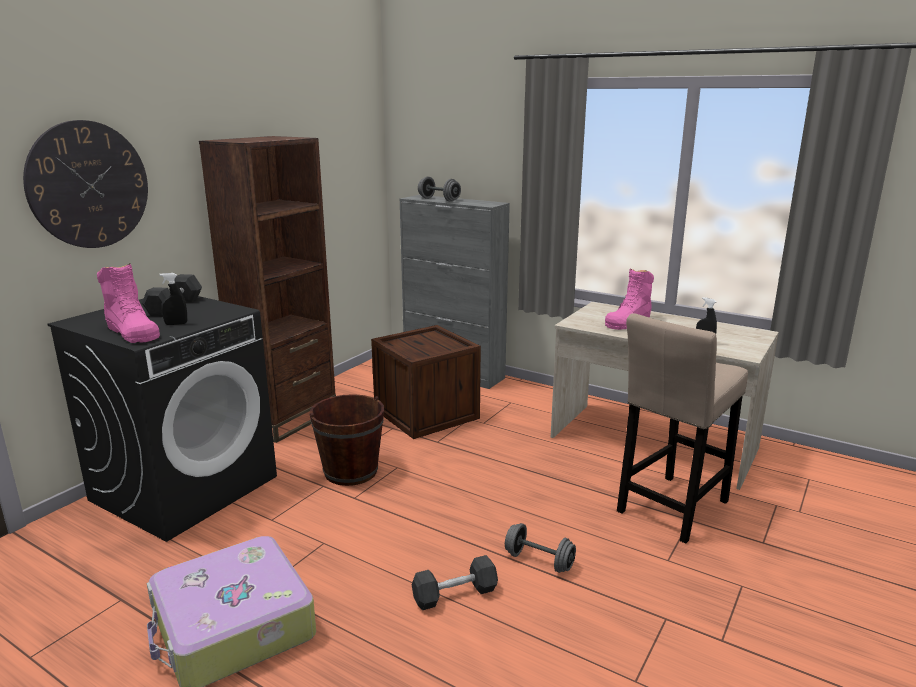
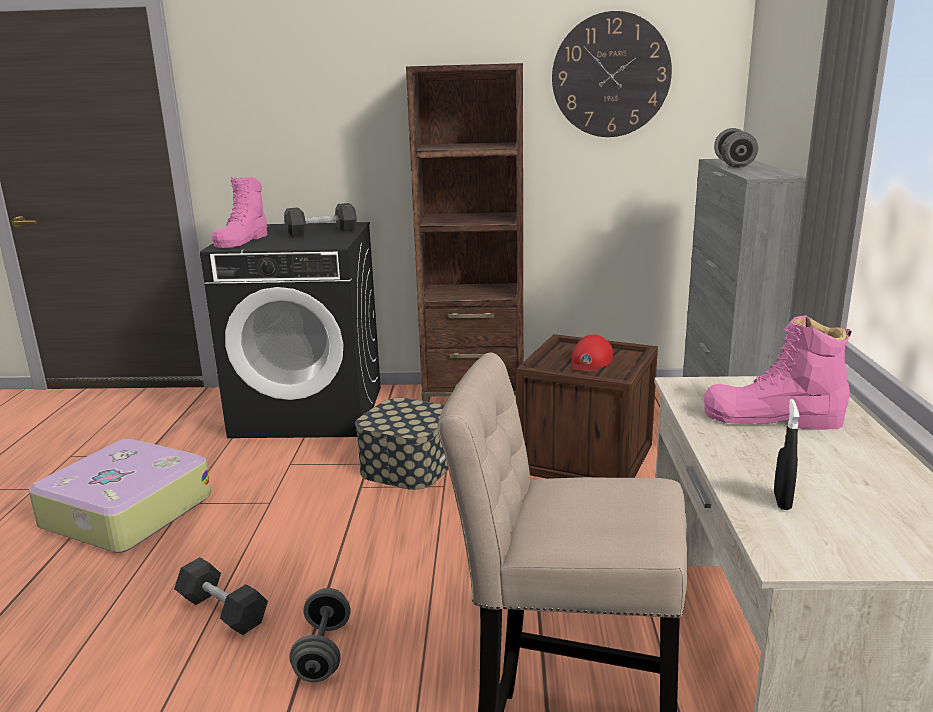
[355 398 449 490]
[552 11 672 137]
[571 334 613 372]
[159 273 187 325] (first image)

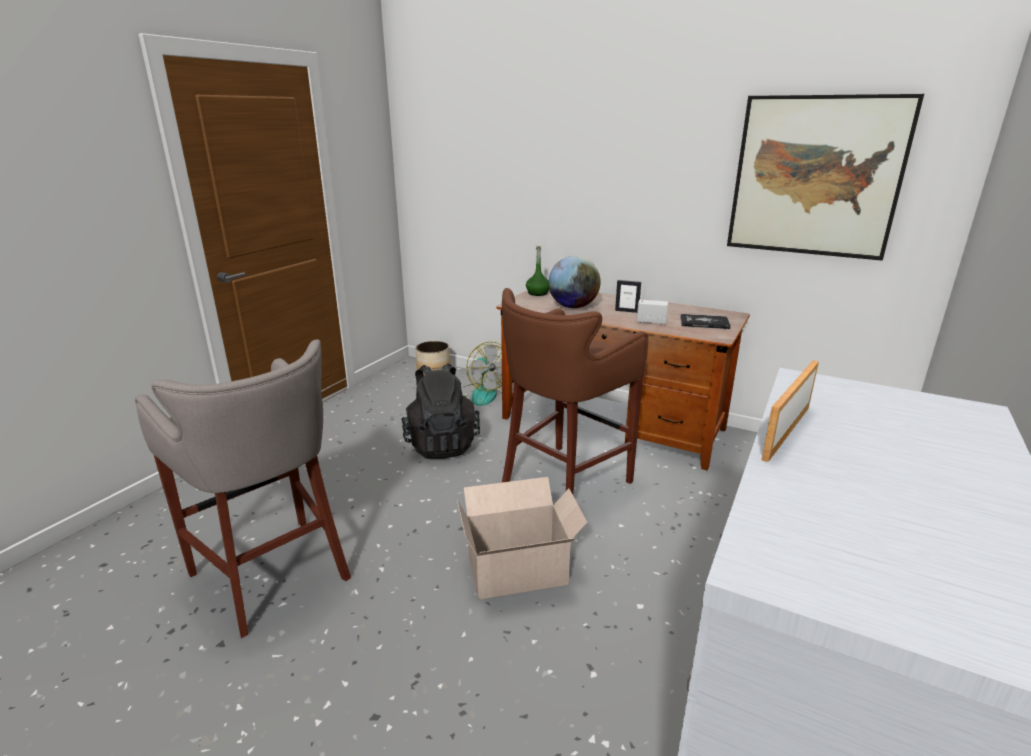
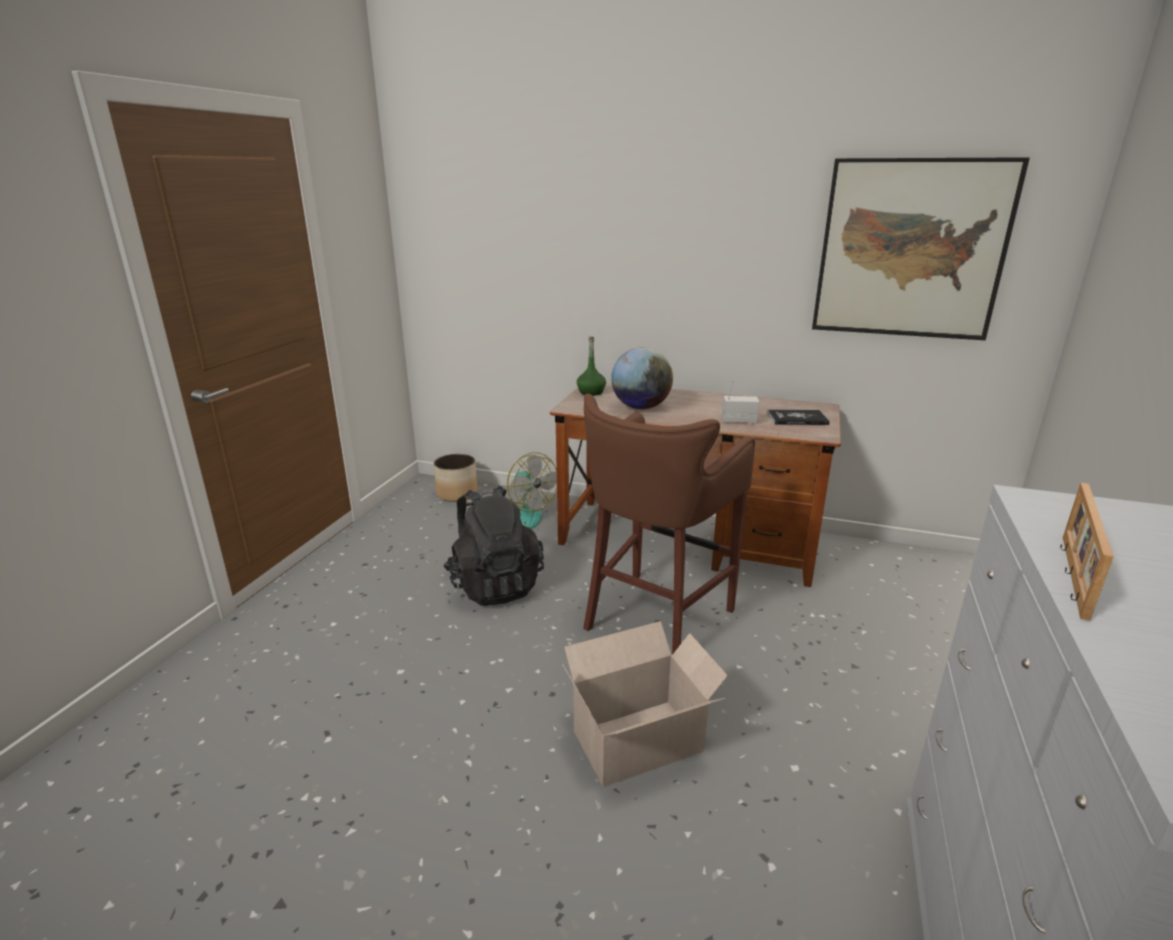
[135 339 351 638] (first image)
[615 280 641 313] (first image)

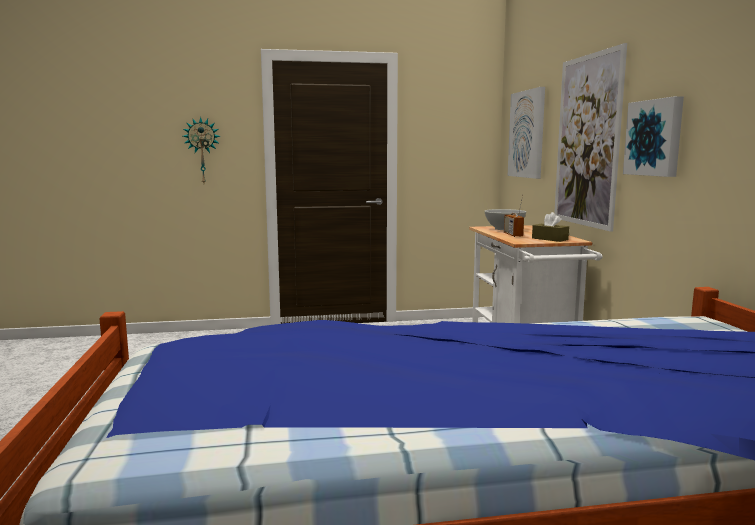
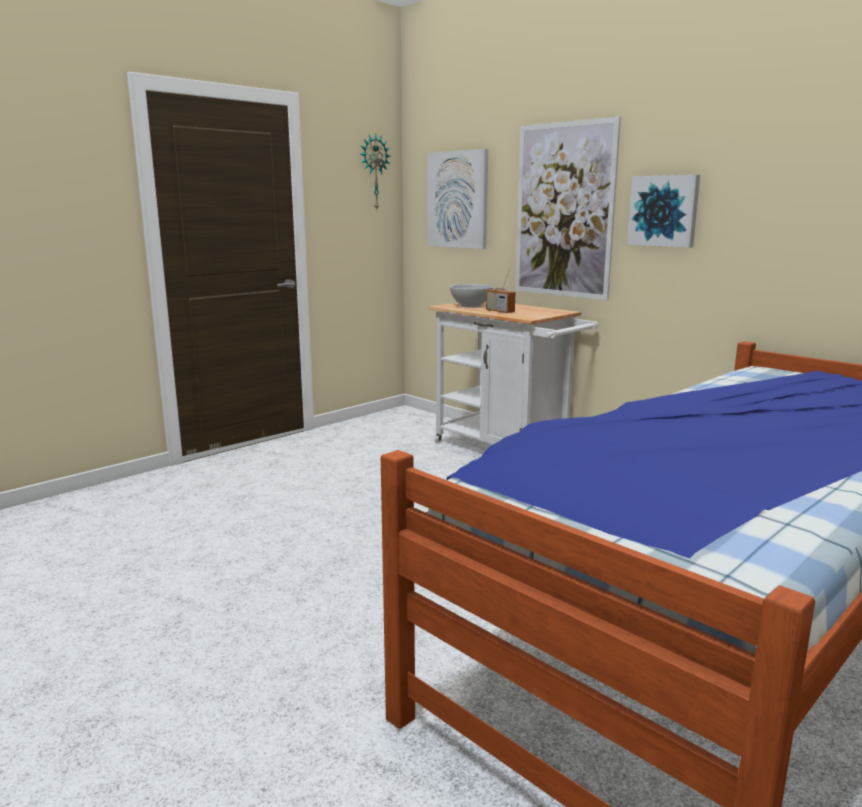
[360 133 391 209]
[532 212 569 242] (first image)

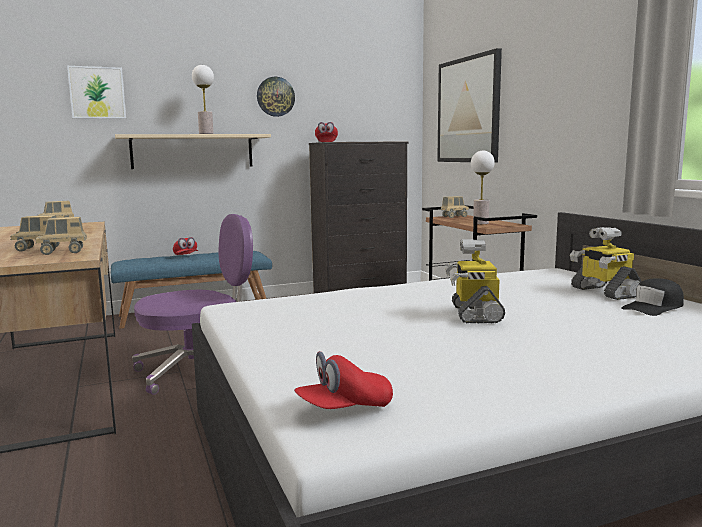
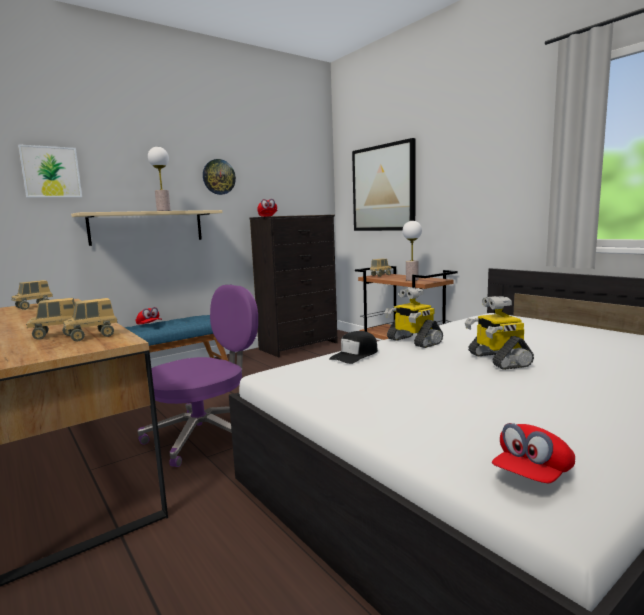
[329 331 378 364]
[384 288 443 348]

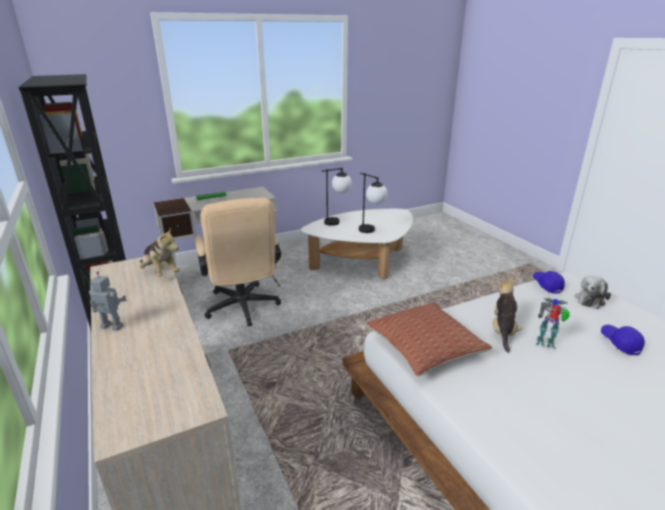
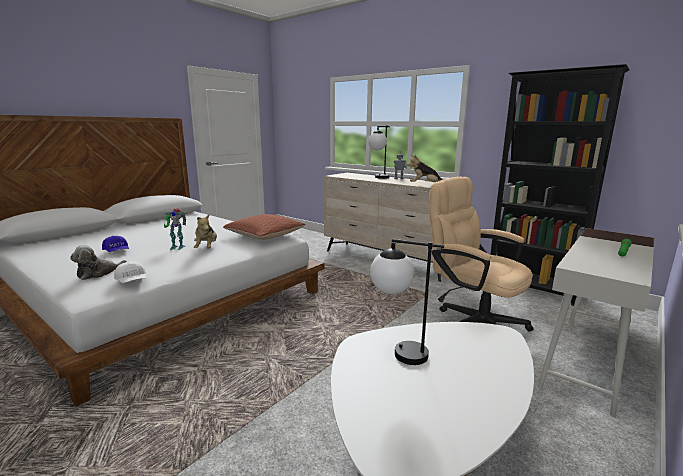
[70 245 127 280]
[114 261 146 283]
[368 126 390 179]

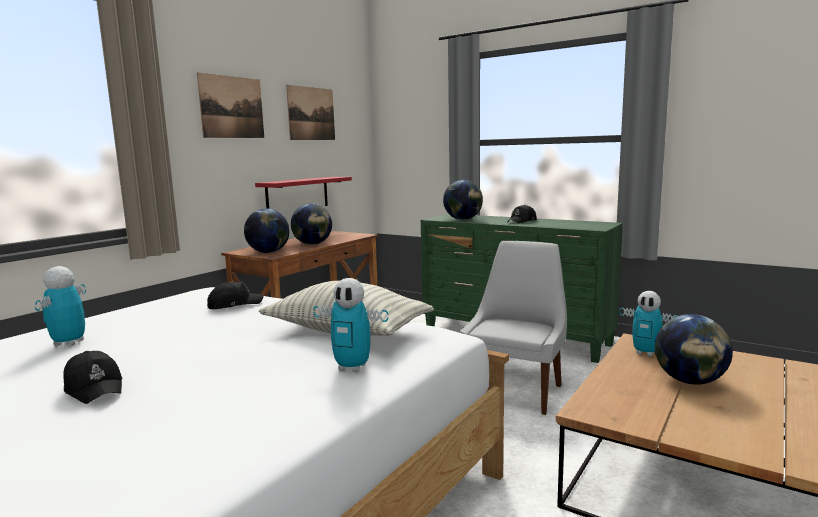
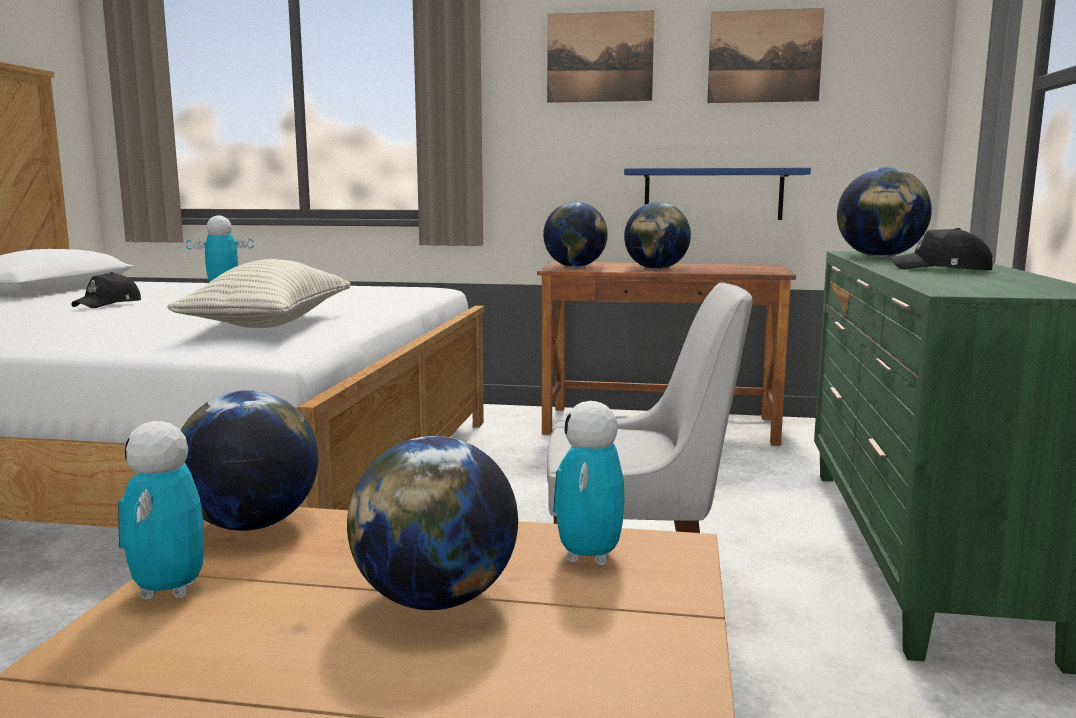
[118 421 204 600]
[181 390 318 531]
[624 168 811 220]
[207 281 264 309] (first image)

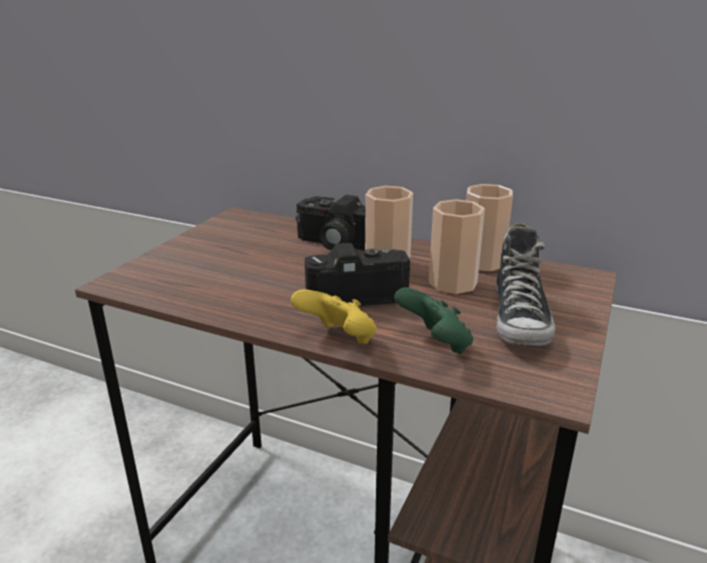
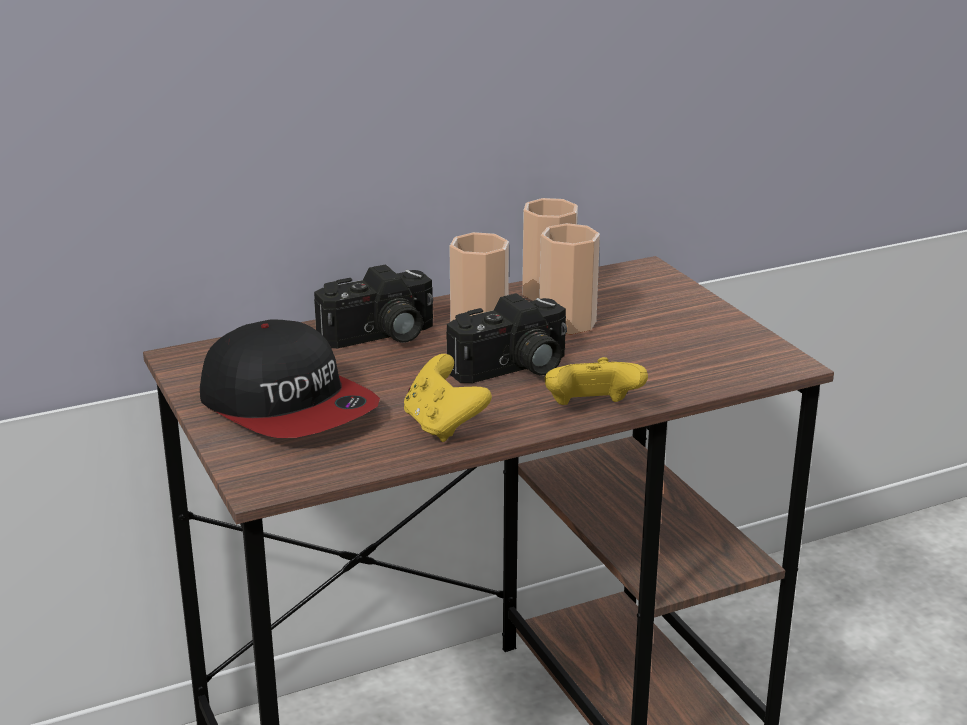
[200 320 380 438]
[404 354 492 442]
[446 293 567 383]
[394 288 473 354] (first image)
[496 222 555 347] (first image)

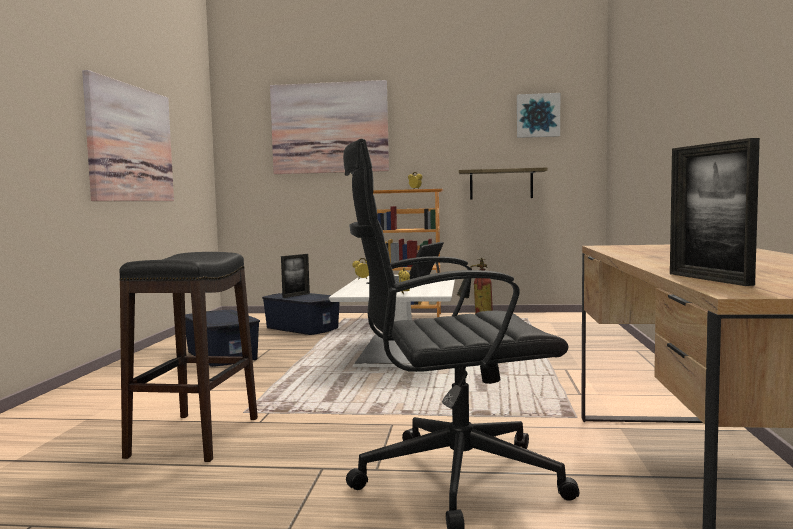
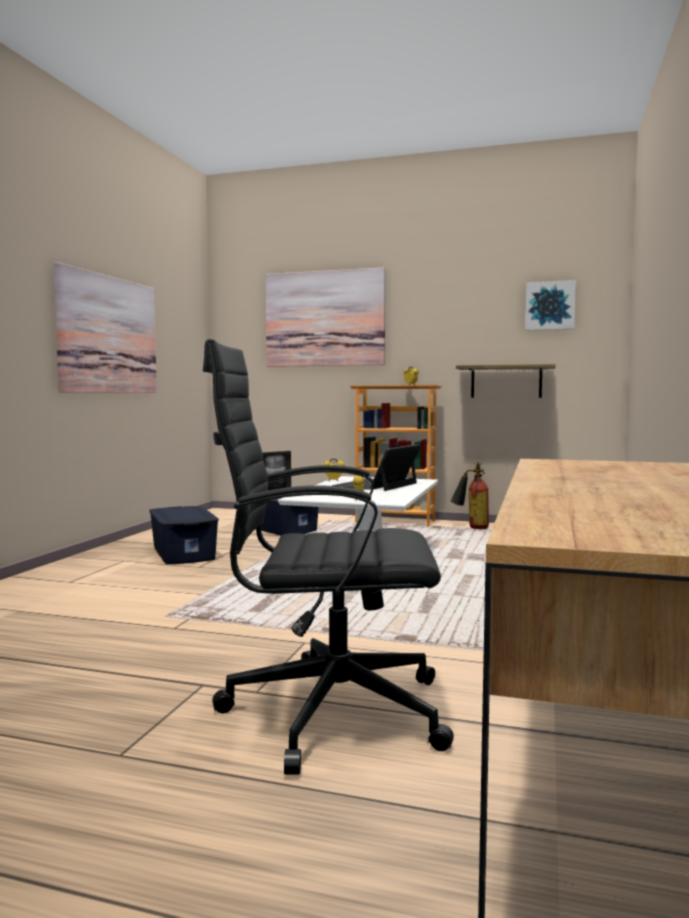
[119 252 258 462] (first image)
[670 138 760 286] (first image)

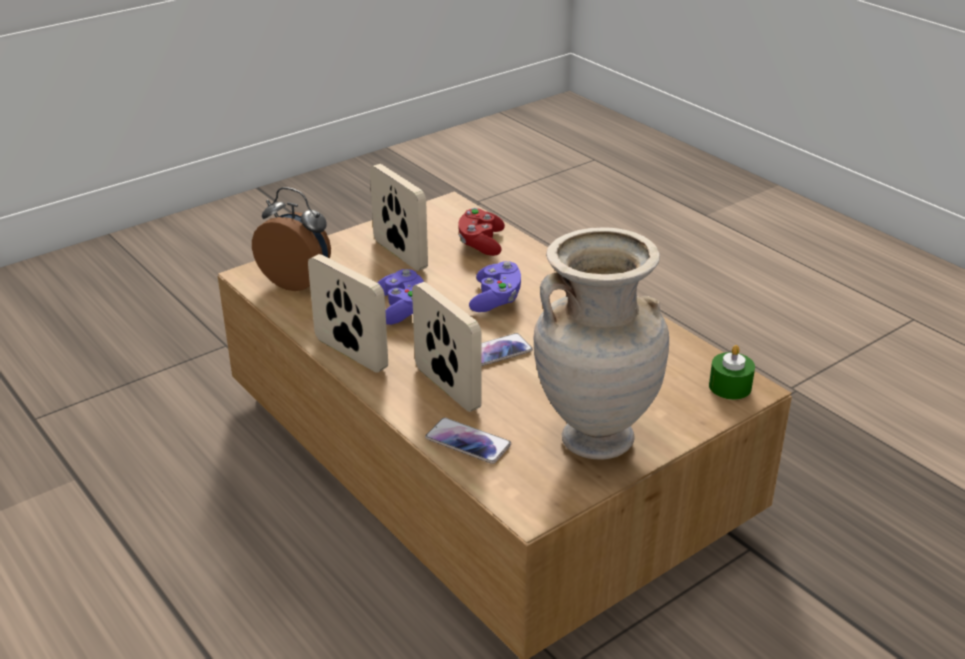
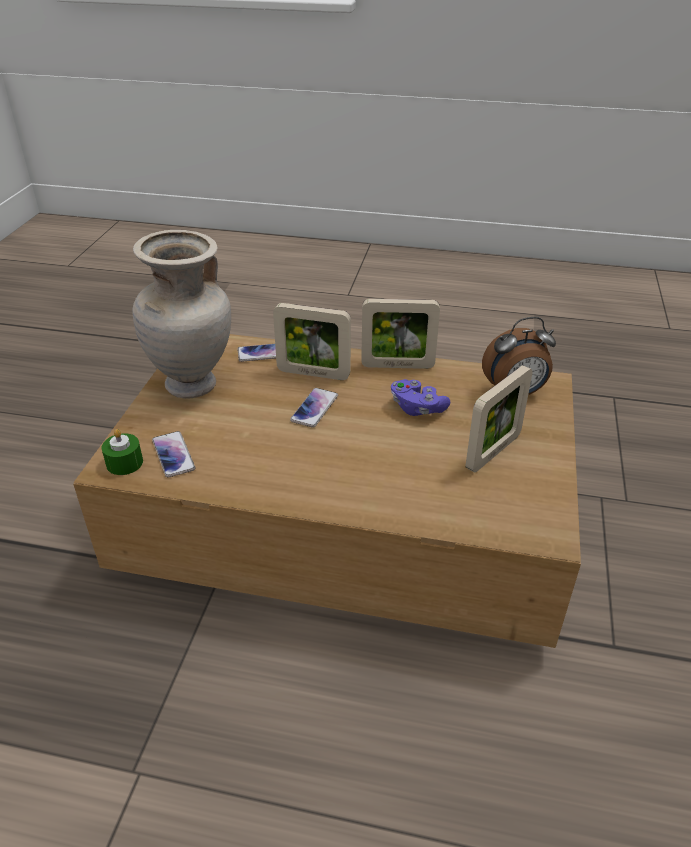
[152 431 196 477]
[466 365 533 473]
[458 208 505 256] (first image)
[469 261 521 312] (first image)

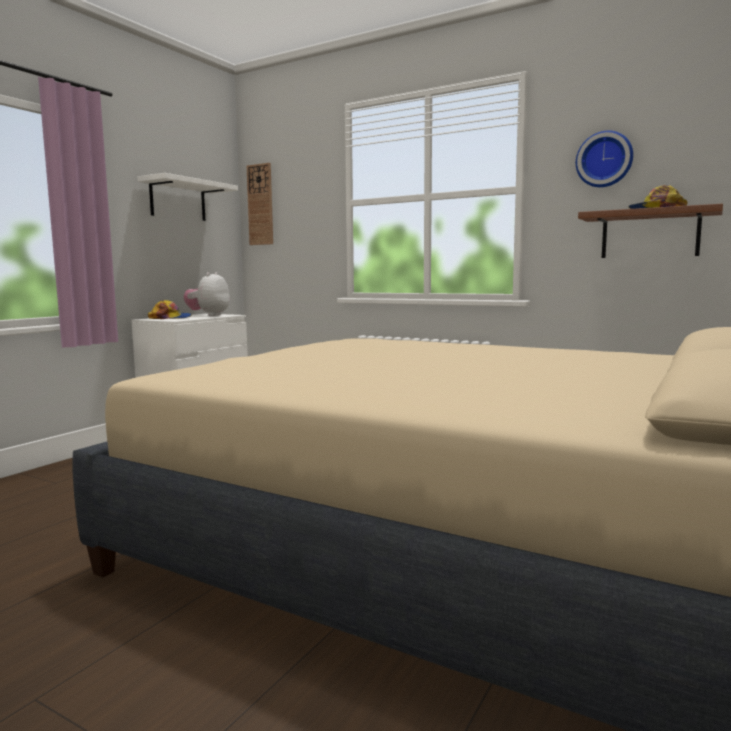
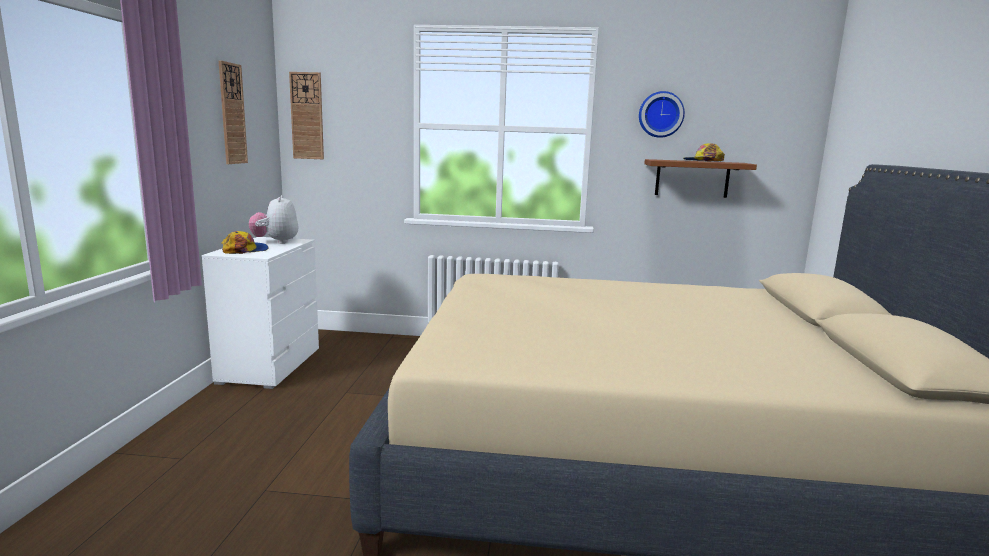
[219 60 248 164]

